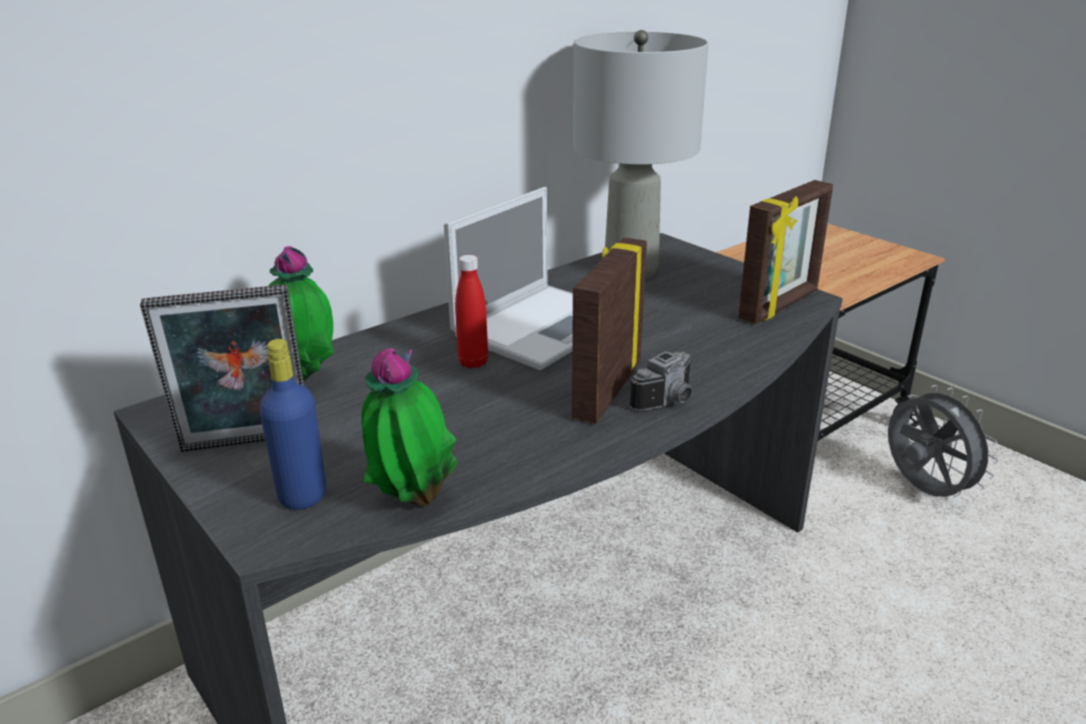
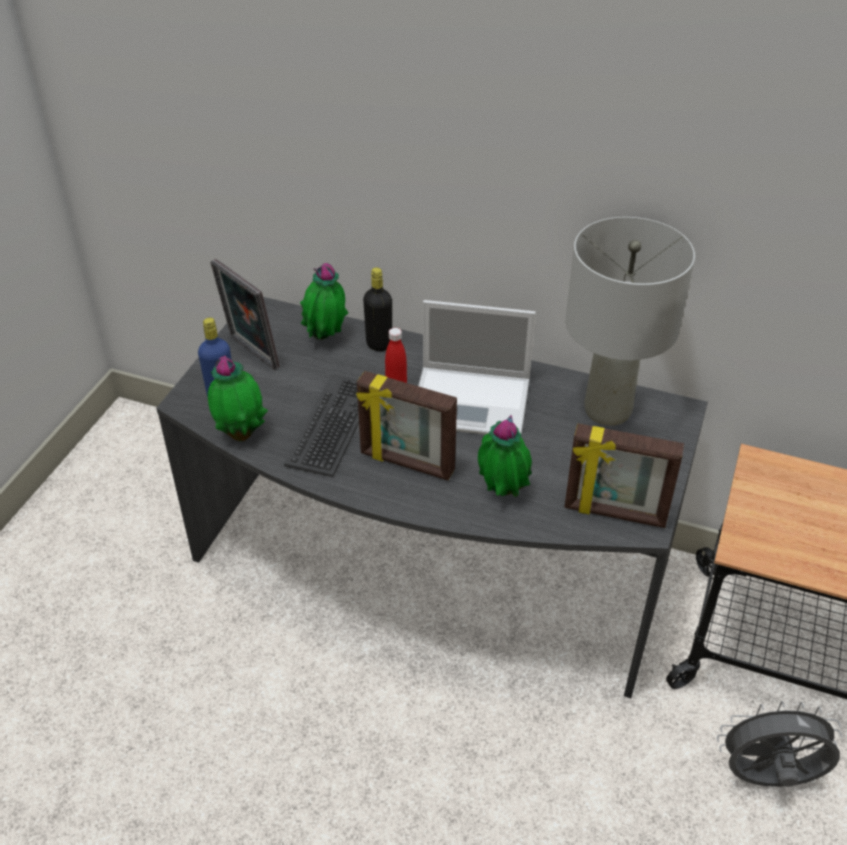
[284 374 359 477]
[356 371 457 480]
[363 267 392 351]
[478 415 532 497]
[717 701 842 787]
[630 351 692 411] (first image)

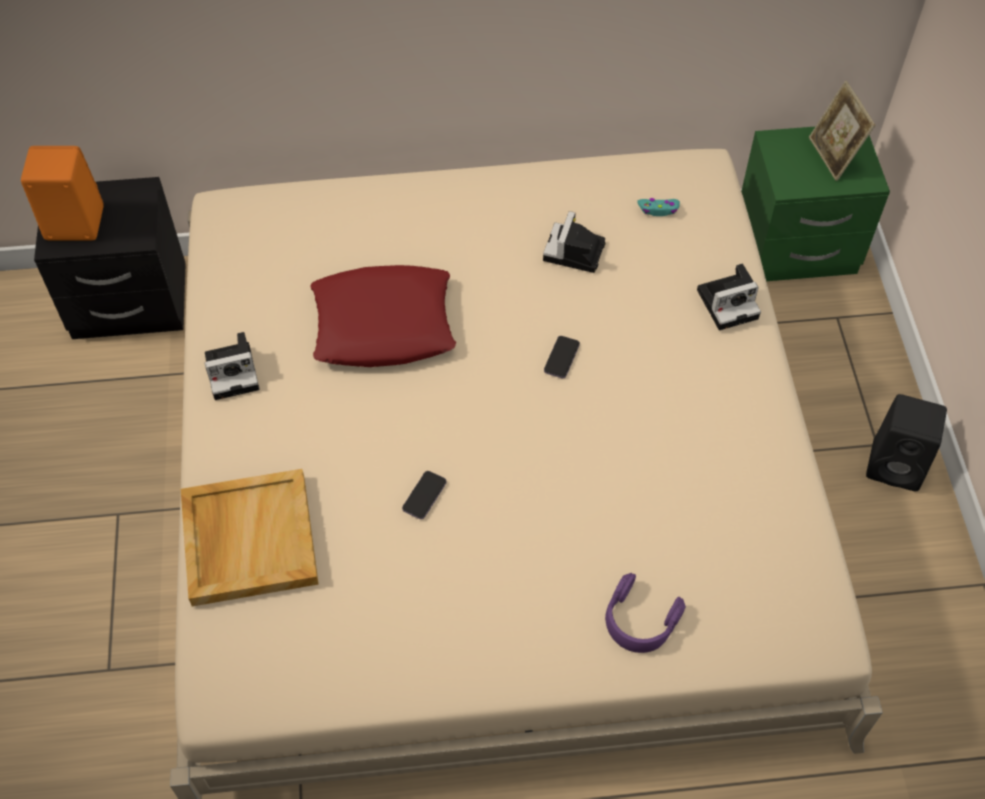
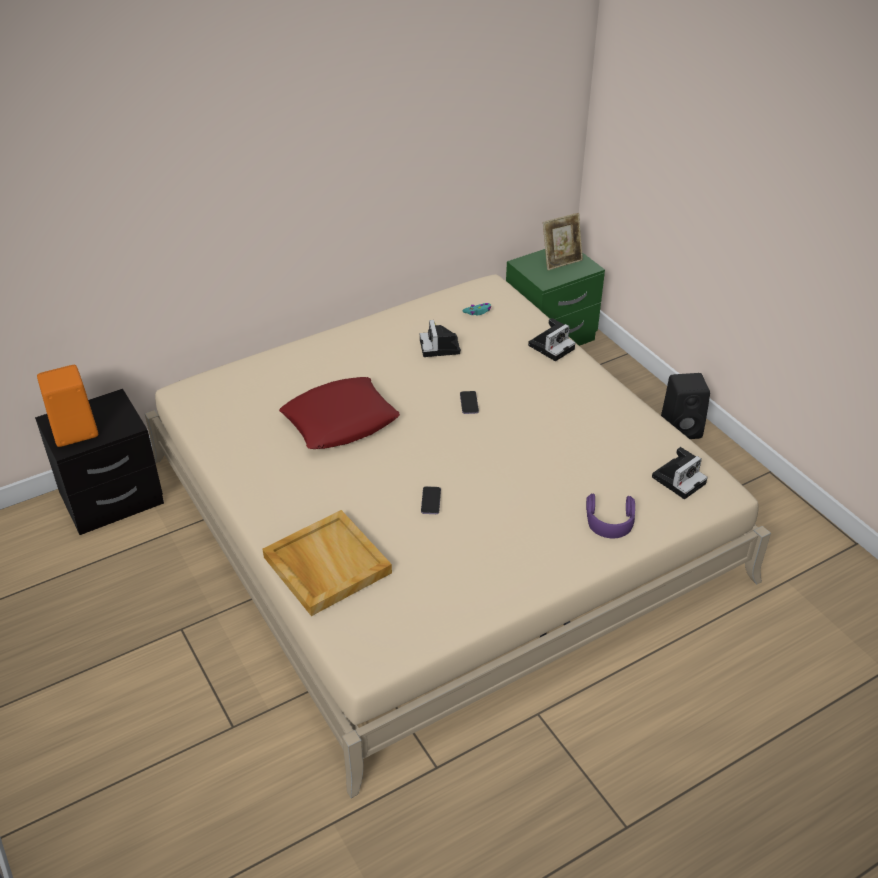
[543 213 583 270]
[652 447 708 499]

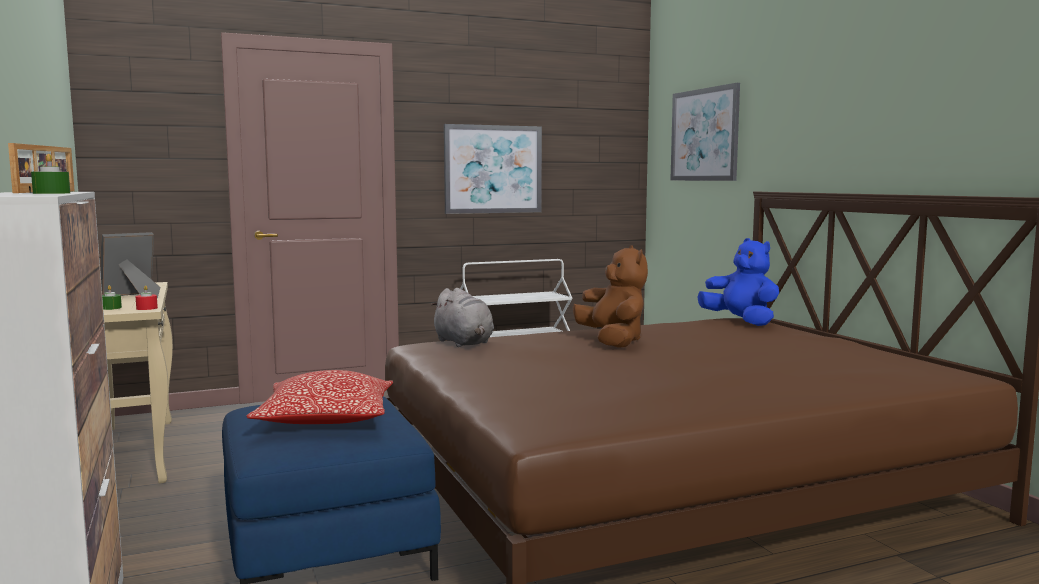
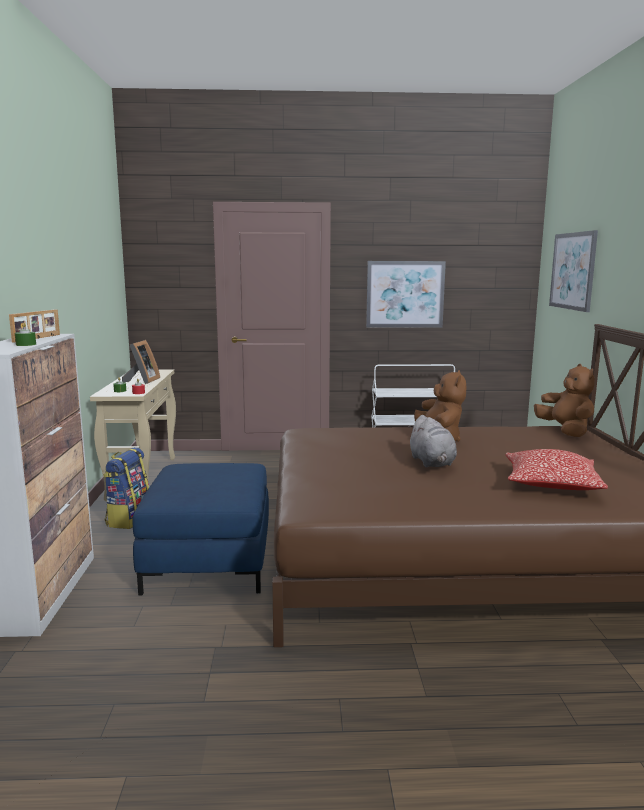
[103 447 150 529]
[122 340 160 384]
[408 415 457 467]
[506 449 608 490]
[534 364 595 437]

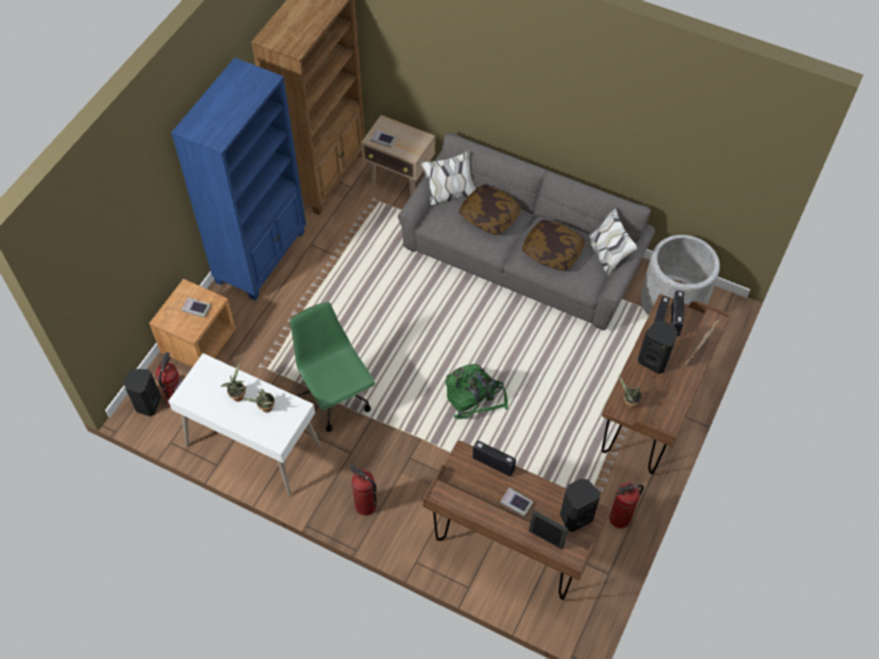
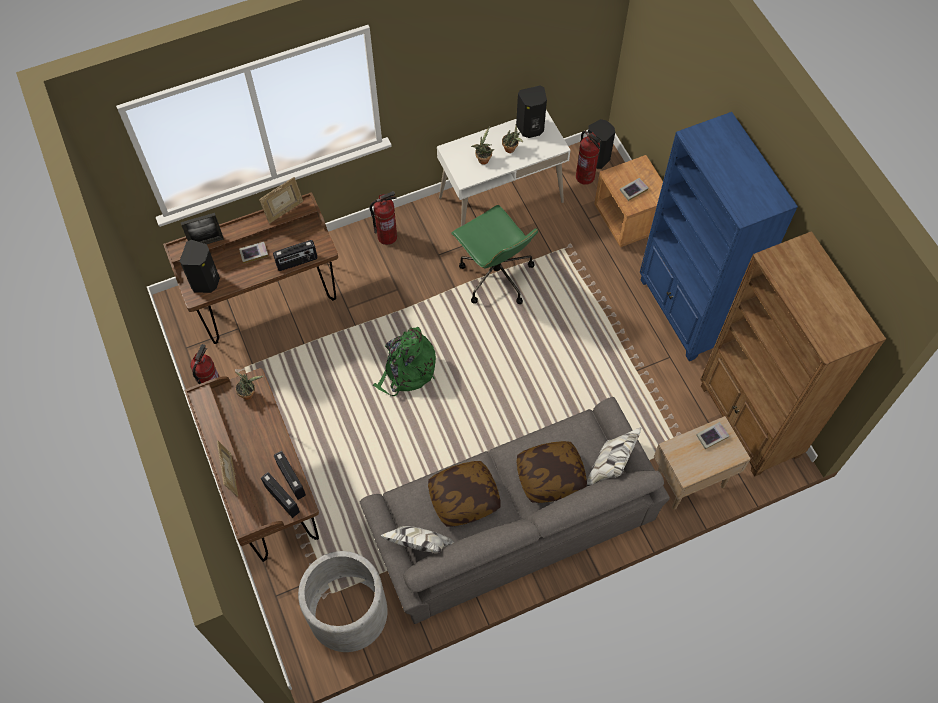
[259 177 303 223]
[451 205 538 304]
[516 86 547 138]

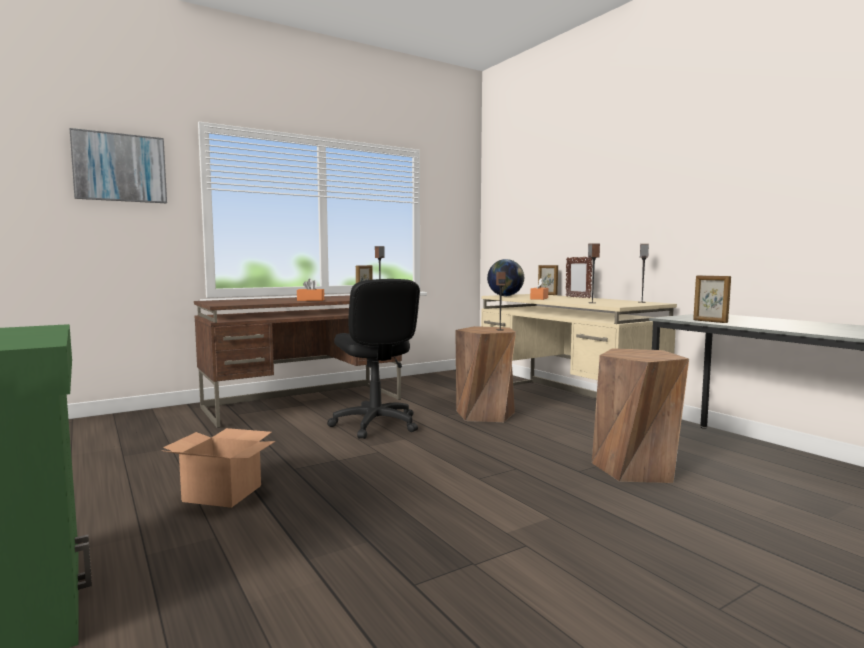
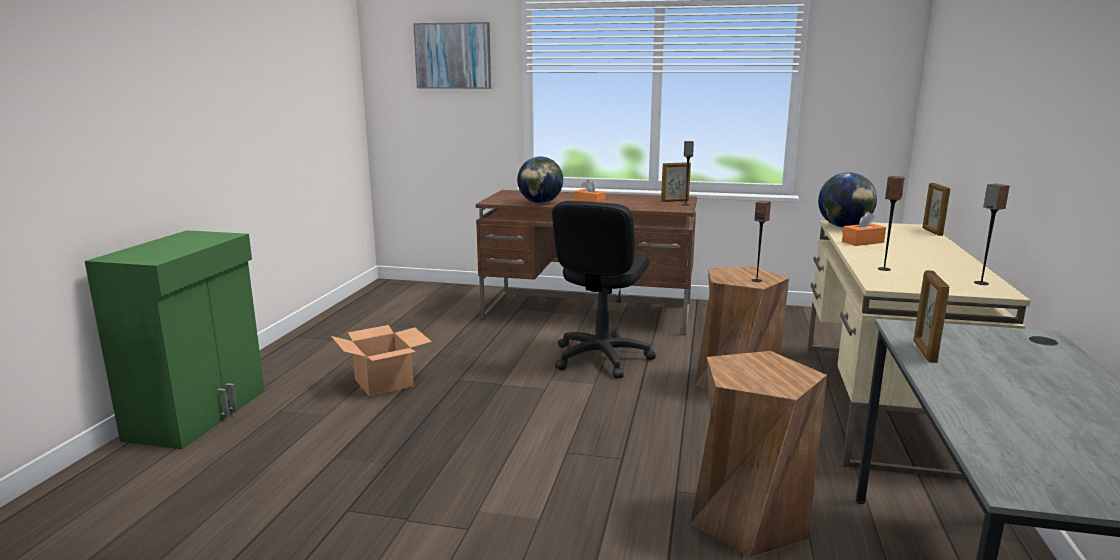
[517 156 563 204]
[566 257 592 299] (first image)

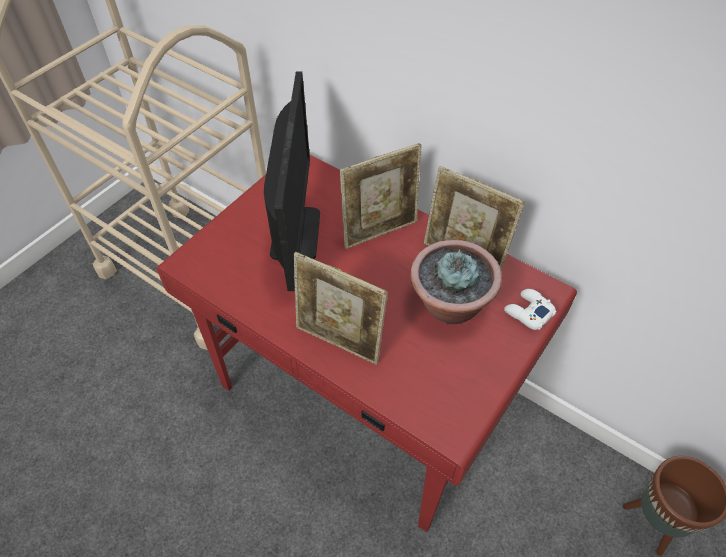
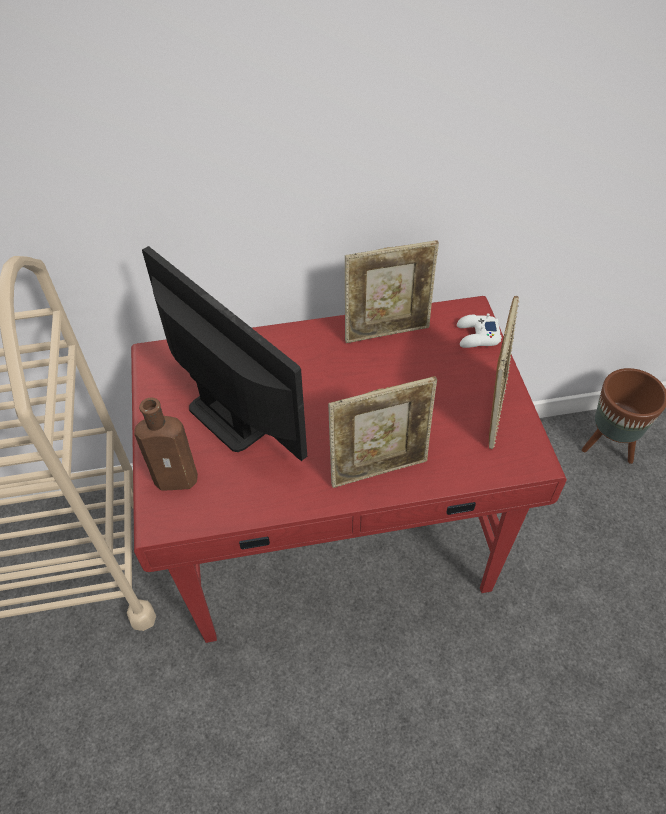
[134 398 198 491]
[489 296 519 449]
[410 240 502 324] (first image)

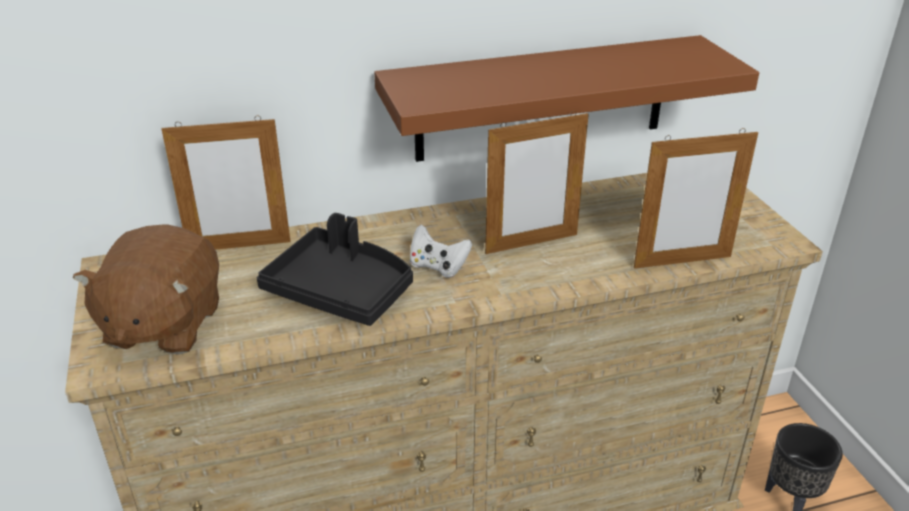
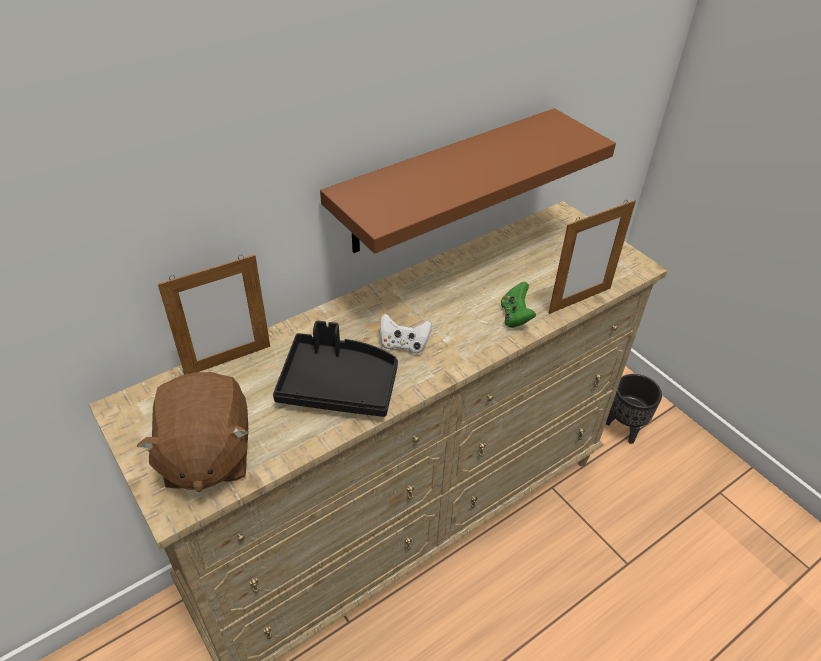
[501 282 536 328]
[485 111 589 254] (first image)

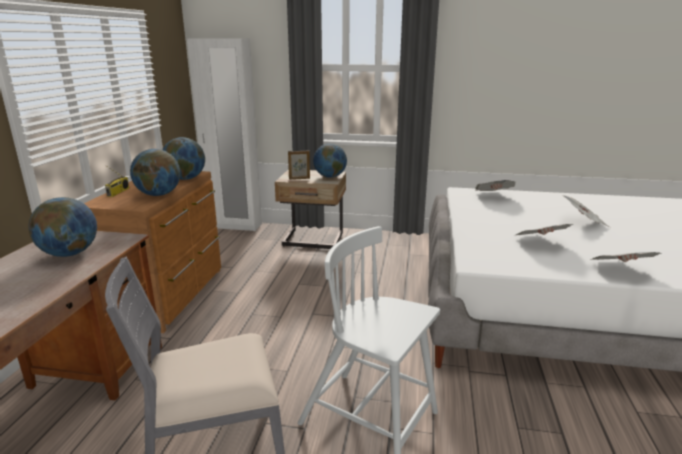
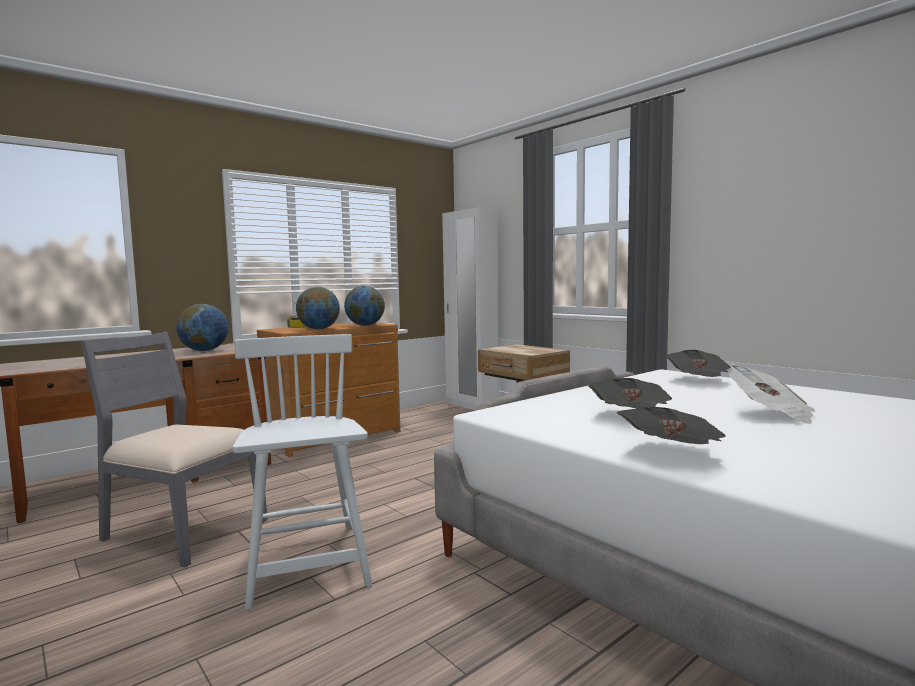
[288 150 310 180] (first image)
[313 143 347 178] (first image)

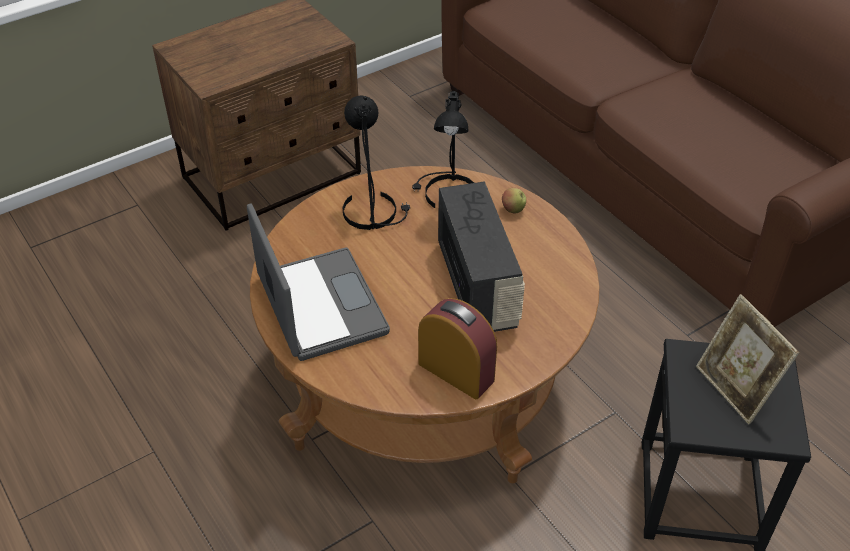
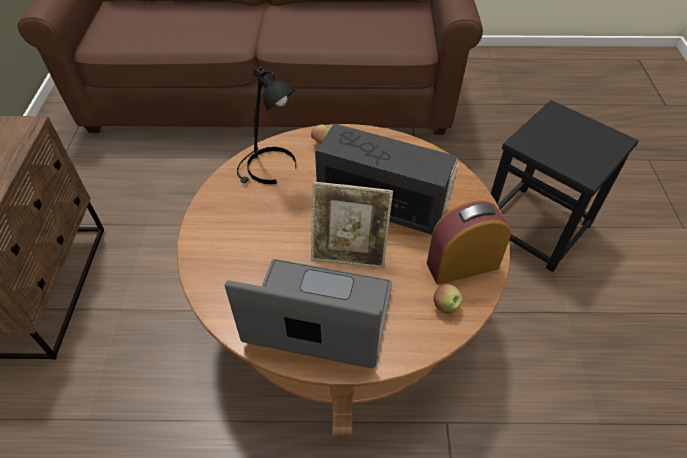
[311 182 393 268]
[434 284 463 314]
[343 95 410 230] (first image)

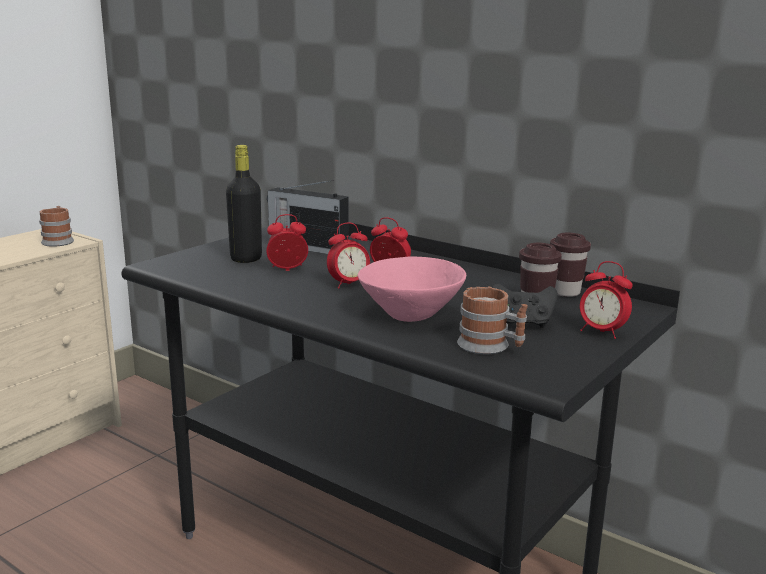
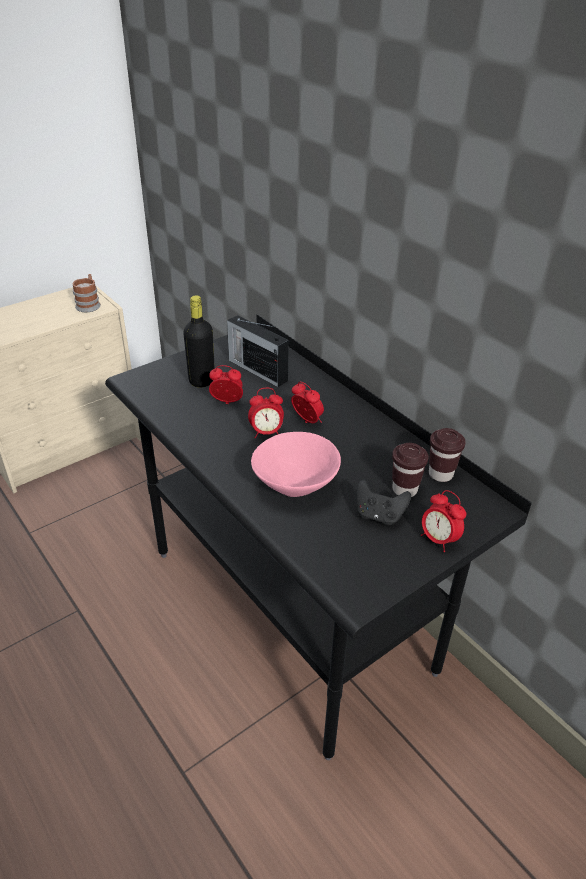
[457 287 528 354] (first image)

